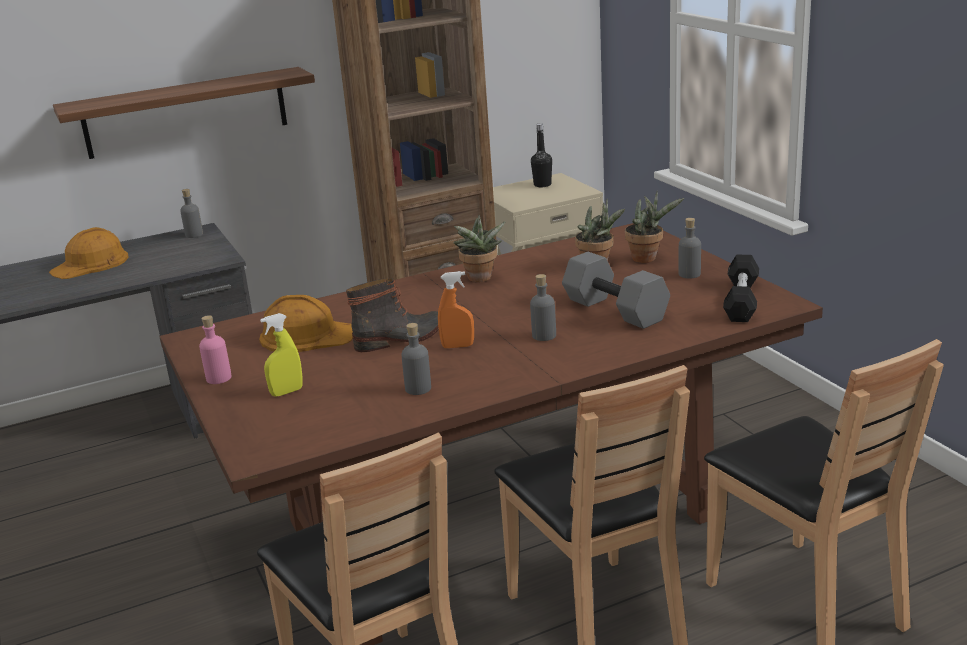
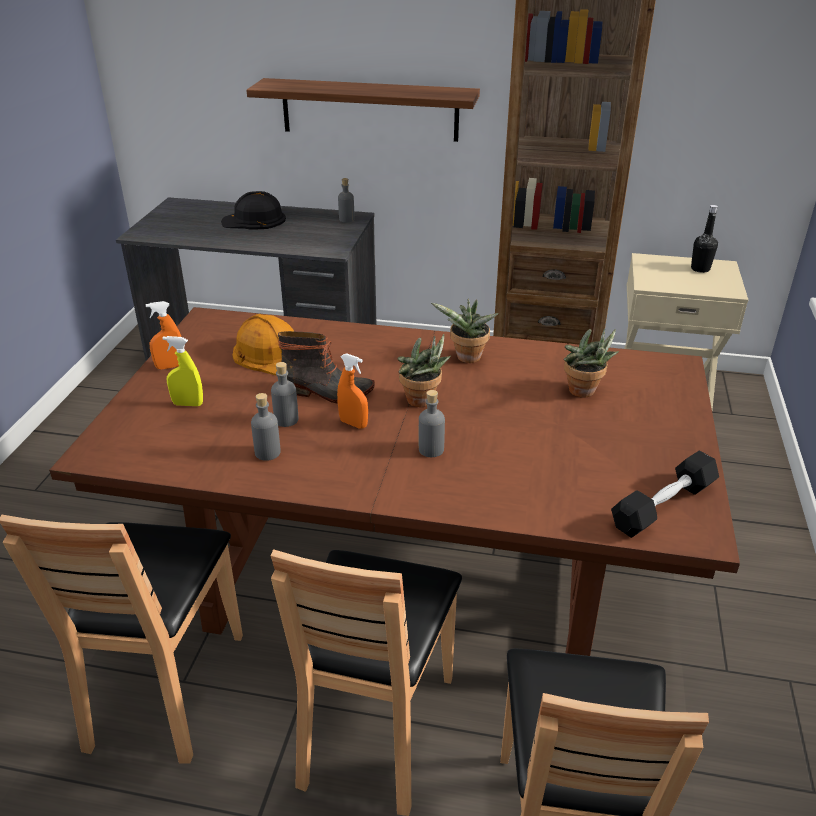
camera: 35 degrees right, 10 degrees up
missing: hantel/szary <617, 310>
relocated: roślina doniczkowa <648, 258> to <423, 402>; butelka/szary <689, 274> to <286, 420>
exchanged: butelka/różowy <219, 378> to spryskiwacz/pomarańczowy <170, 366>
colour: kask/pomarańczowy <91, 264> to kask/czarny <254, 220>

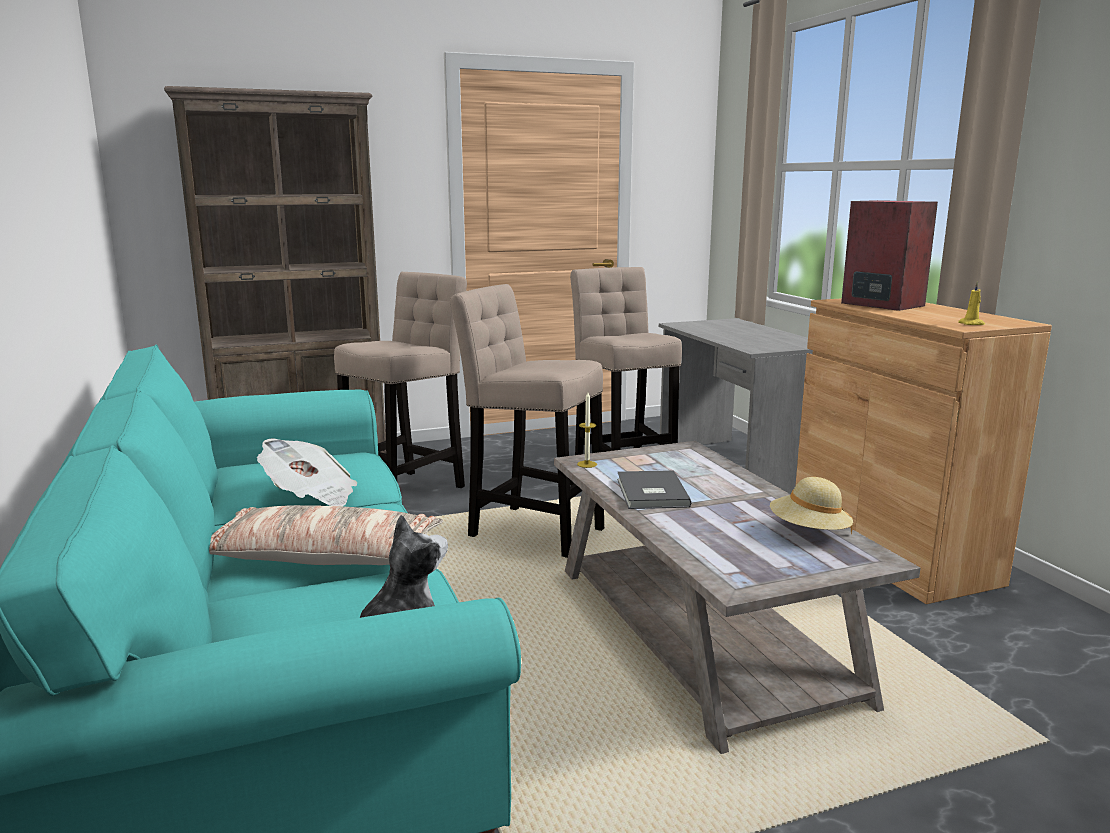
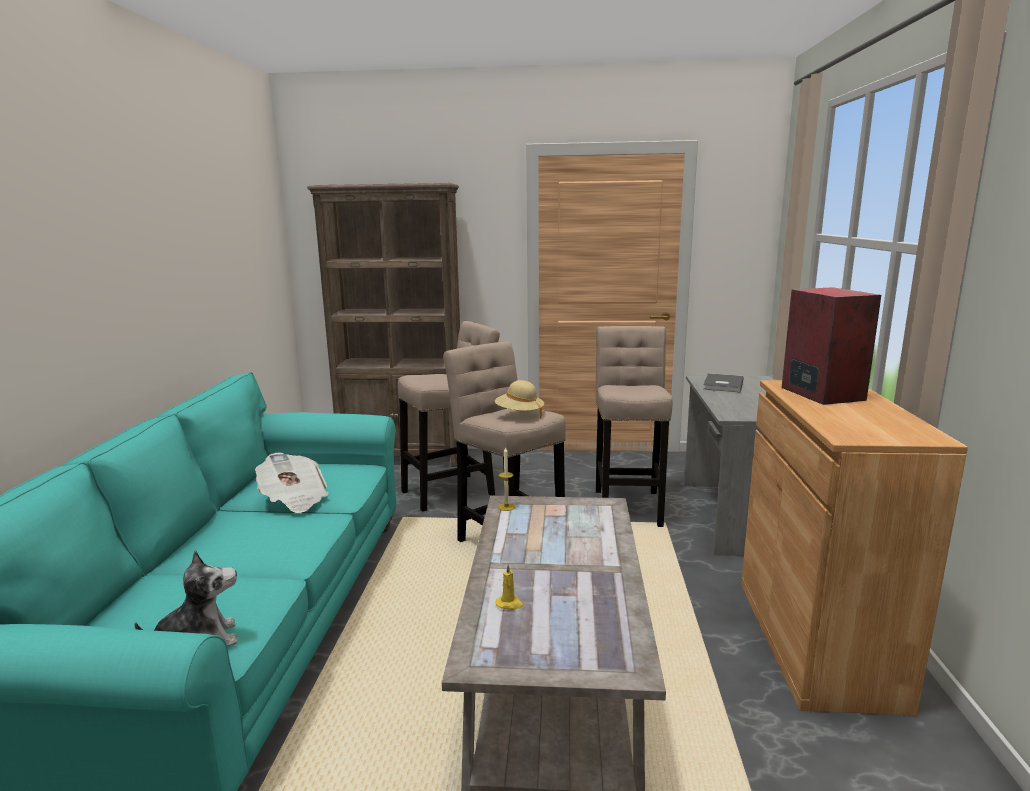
camera: 25 degrees right, 0 degrees up
missing: poduszka <324, 558>
relocated: książka/szary <650, 493> to <722, 385>; kapelusz/beżowy <809, 532> to <519, 414>; świeca/żółty <972, 324> to <510, 604>

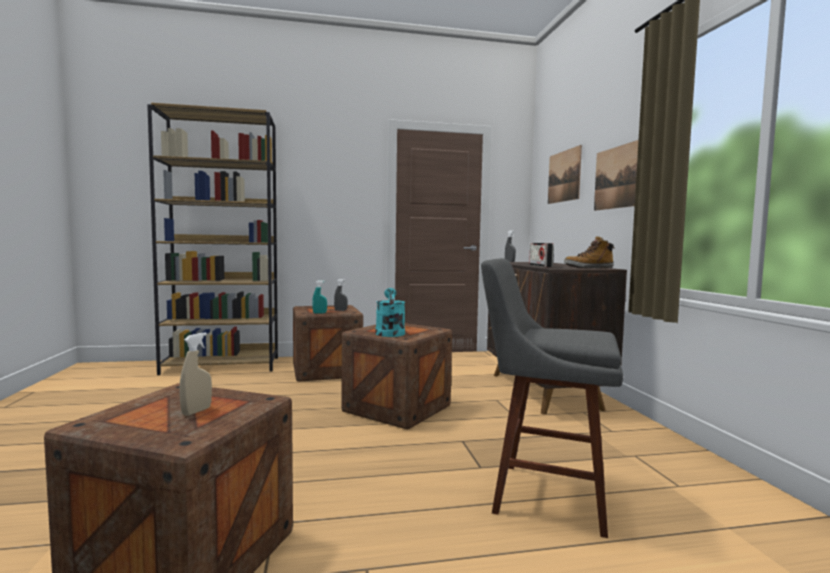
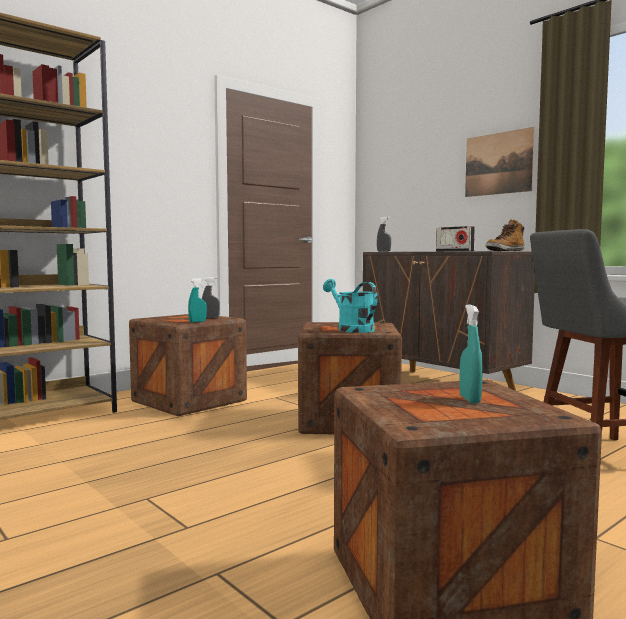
camera: 30 degrees left, 0 degrees up
missing: obraz <564, 176>
colour: spryskiwacz/beżowy <196, 411> to spryskiwacz/turkusowy <469, 399>

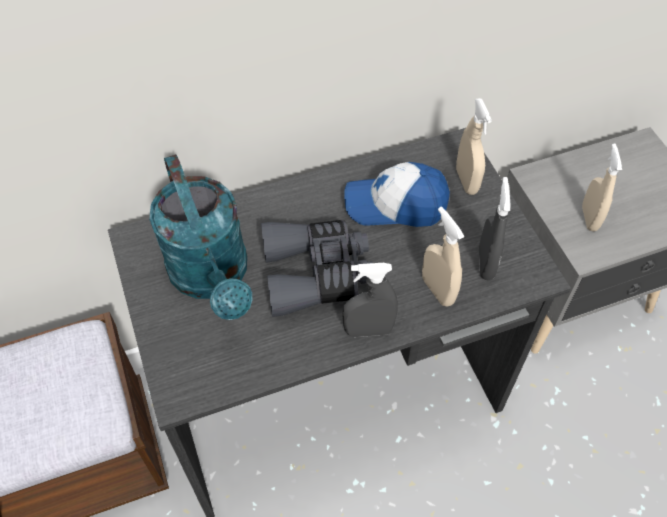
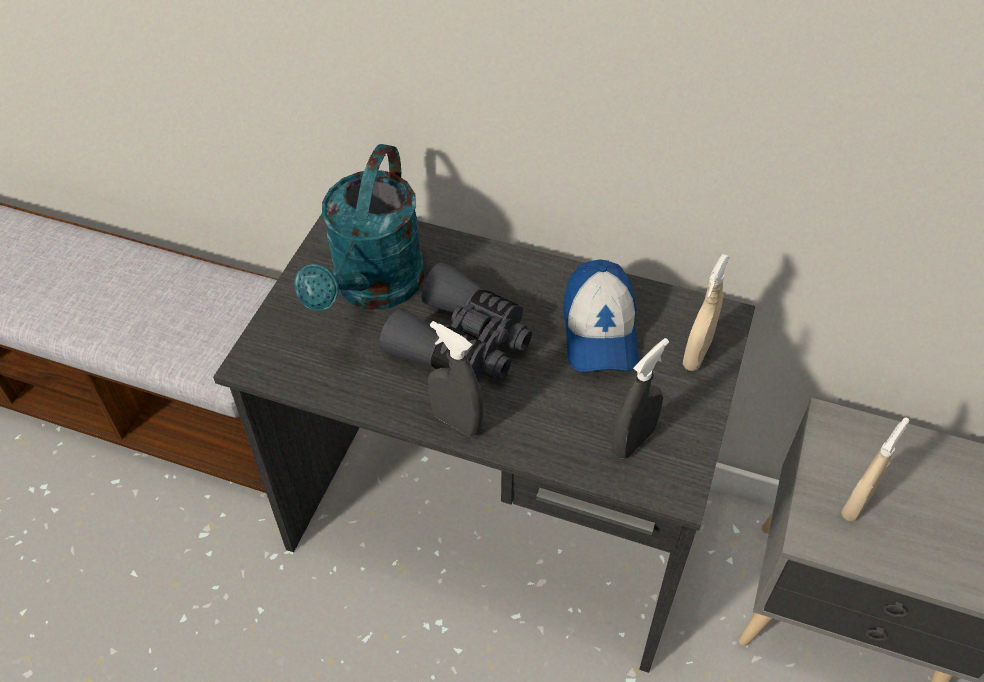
camera: 40 degrees right, 5 degrees down
missing: spryskiwacz/beżowy <437, 290>
spun: czapka z daszkiem <395, 204> = <599, 331> 135 degrees counterclockwise

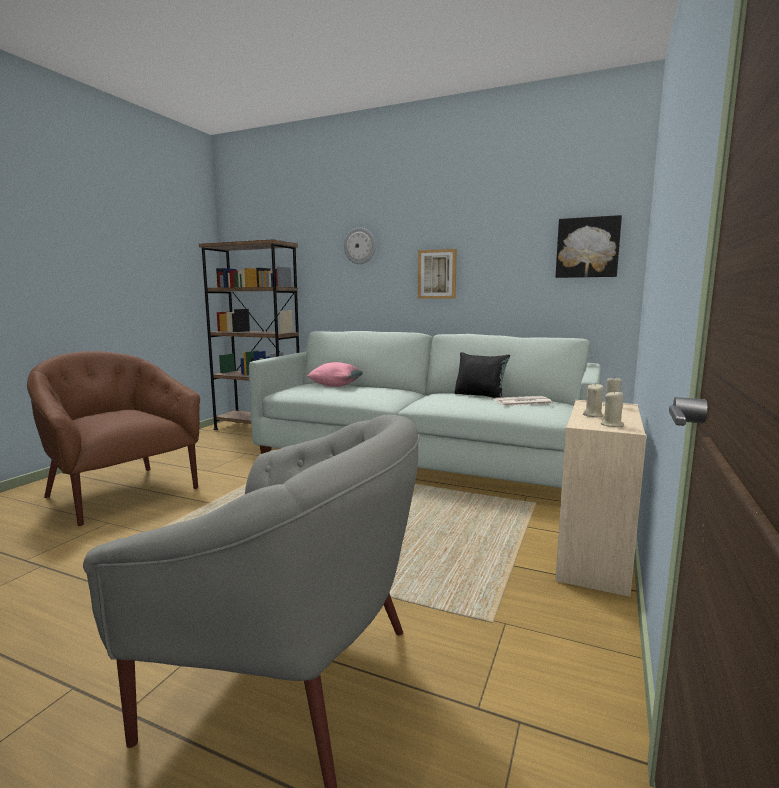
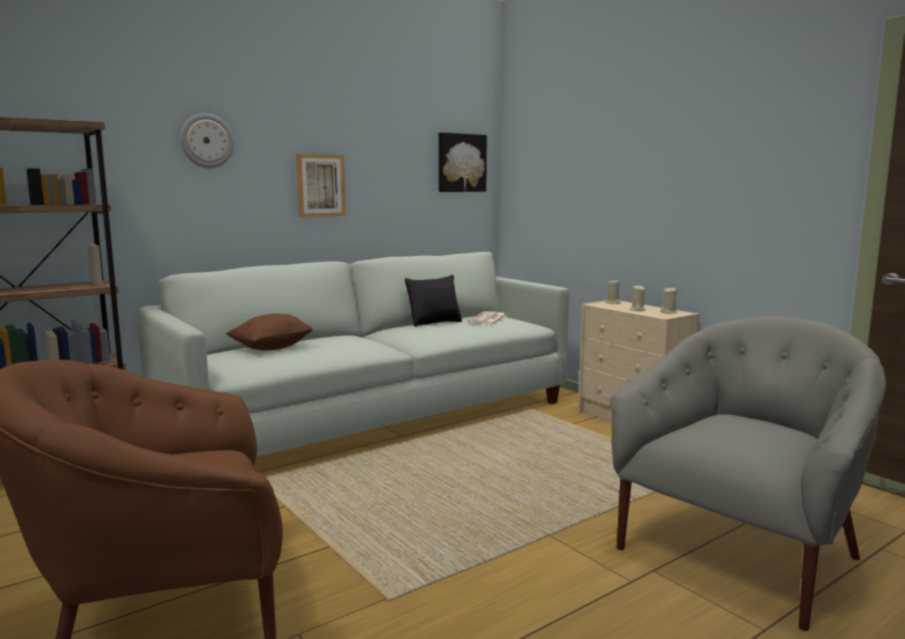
camera: 60 degrees left, 0 degrees up
colour: poduszka/różowy <336, 386> to poduszka/brązowy <271, 348>

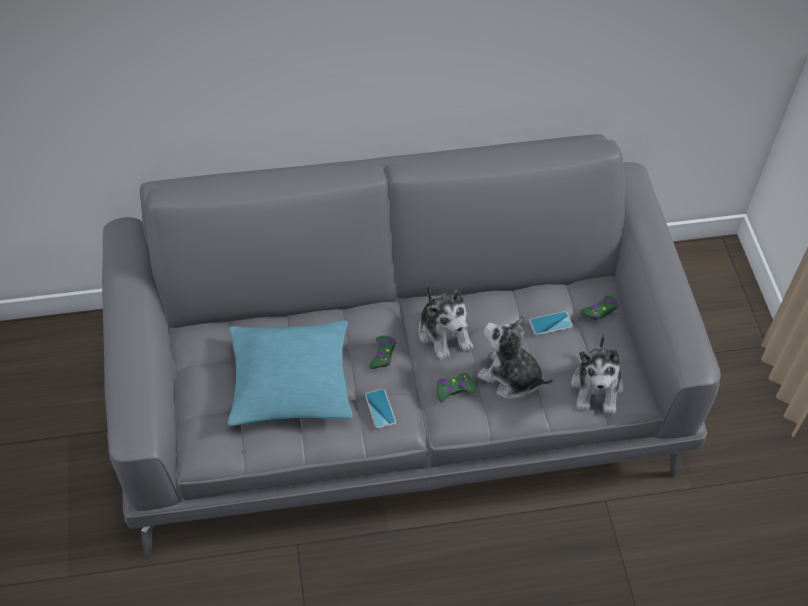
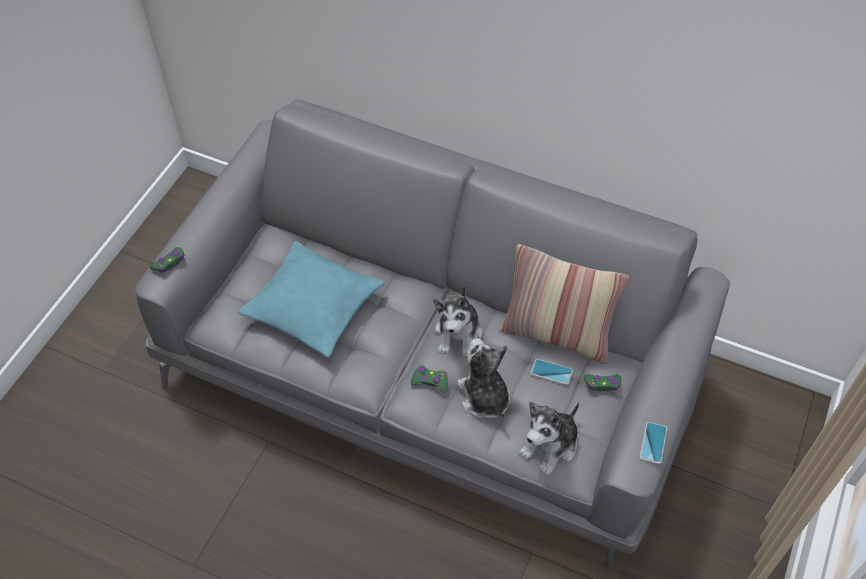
camera: 35 degrees right, 0 degrees up
appeared: poduszka <557, 334>
relocated: telefon <380, 409> to <653, 443>; pad do gier/zielony <383, 355> to <169, 263>

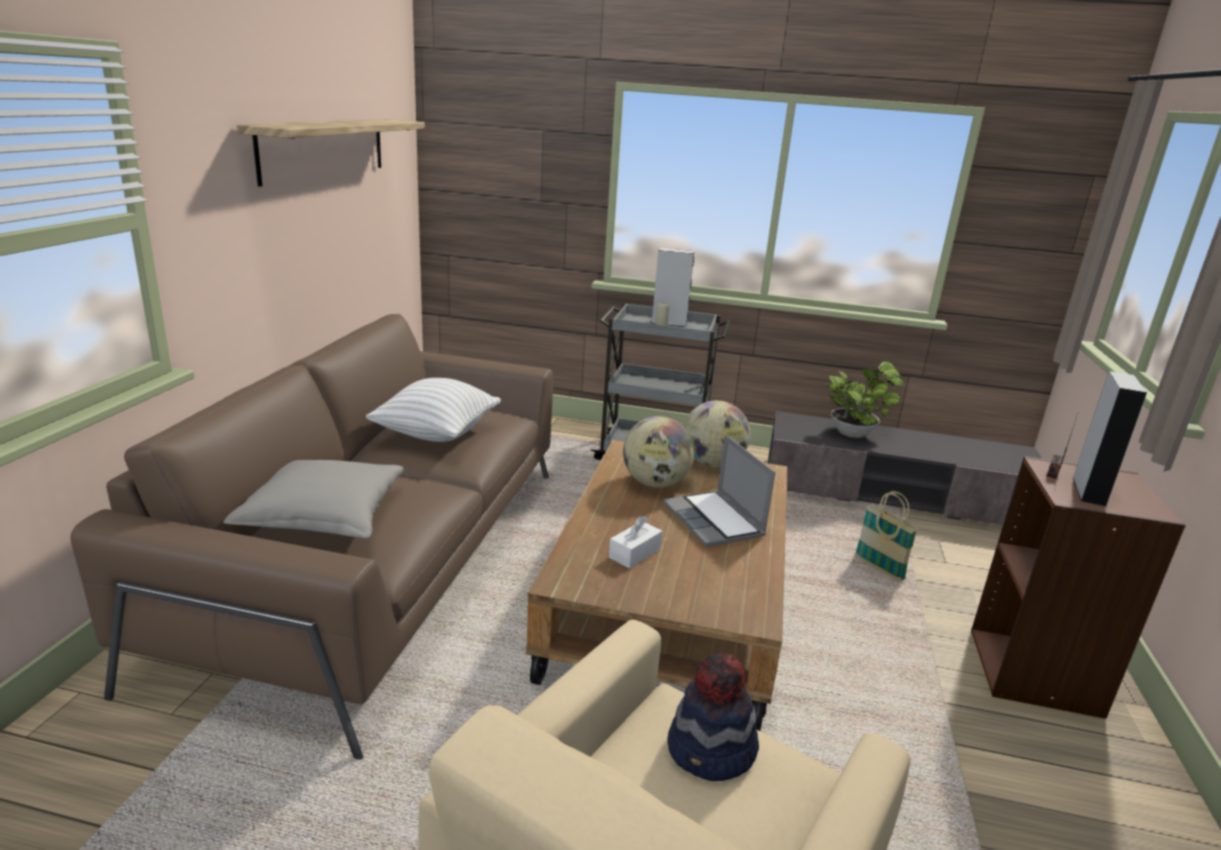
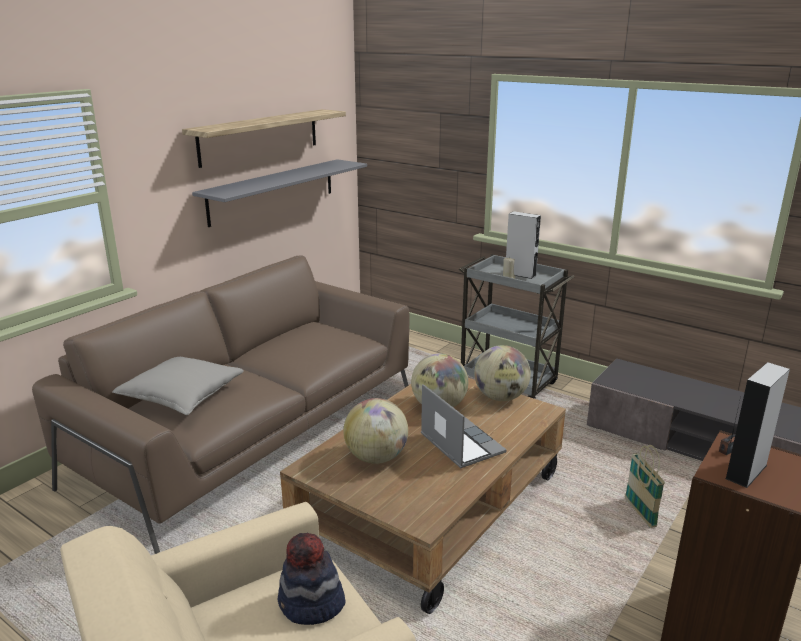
camera: 25 degrees right, 0 degrees up
missing: poduszka/biały <436, 434>; roślina doniczkowa <854, 433>
appeared: półka/szary <273, 191>
exchanged: pudełko chusteczek/biały <634, 553> to globus <376, 457>
spun: laptop <715, 521> = <460, 444> 150 degrees clockwise

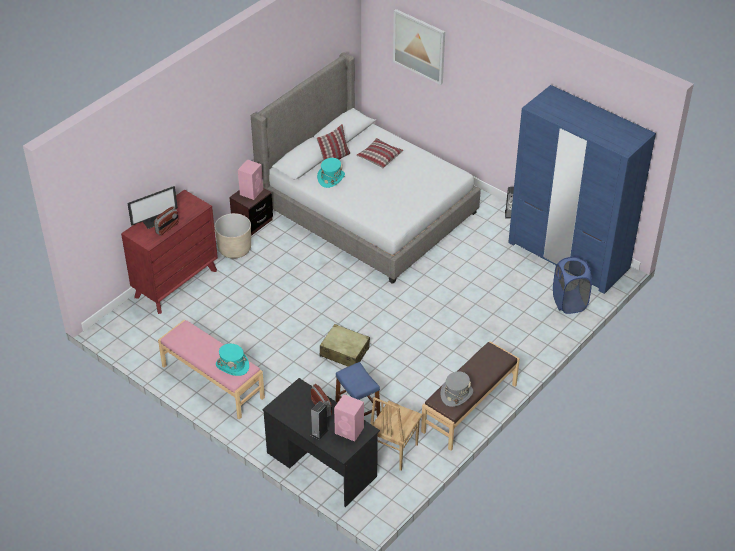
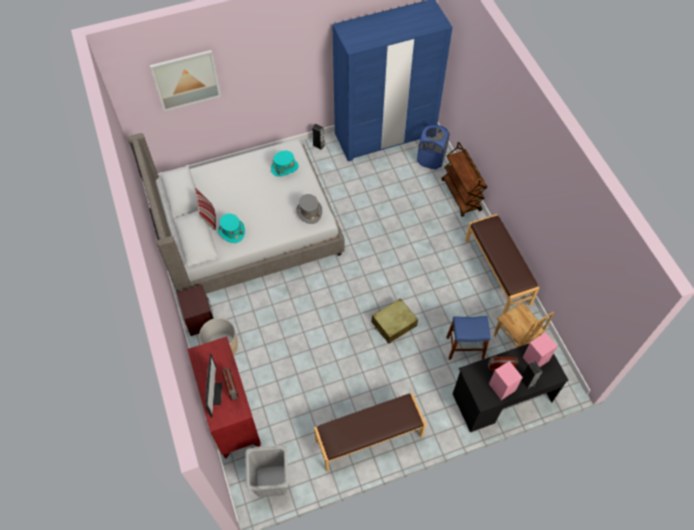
camera: 60 degrees left, 15 degrees up
missing: poduszka <379, 157>
appeared: kosz na pranie/szary <271, 480>; wózek/brązowy <461, 195>
relocated: kapelusz/turkusowy <232, 365> to <284, 168>; głośnik/różowy <251, 191> to <501, 387>; kapelusz/szary <456, 394> to <309, 212>
colour: ławka/różowy <212, 382> to ławka/brązowy <369, 438>

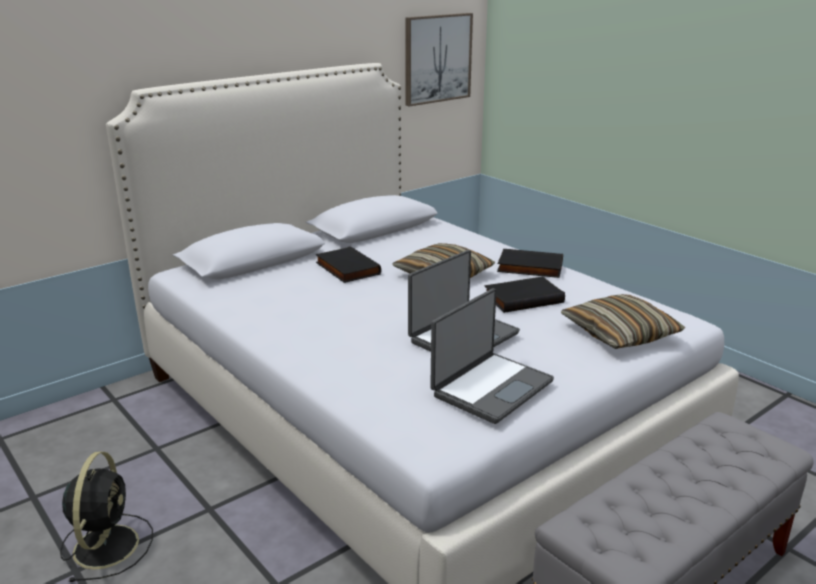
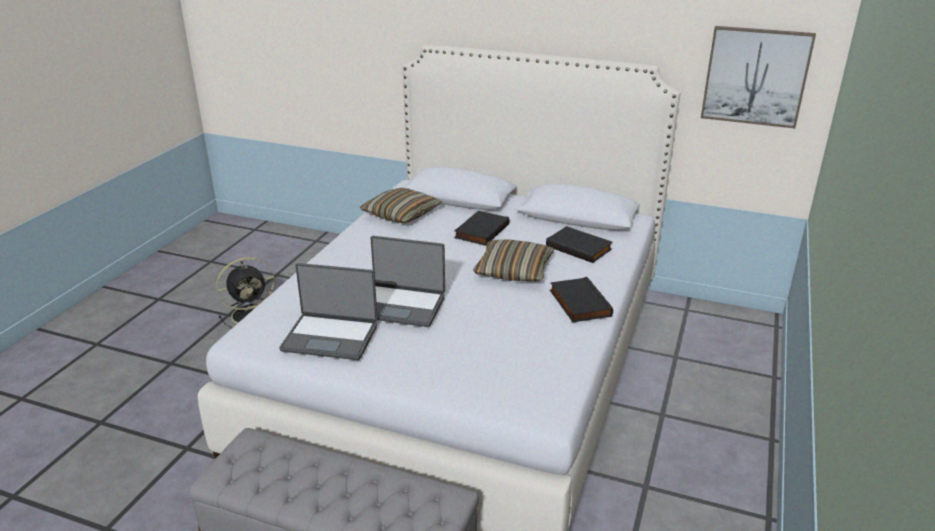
camera: 60 degrees right, 5 degrees up
relocated: książka/czarny <523, 298> to <580, 247>; poduszka <620, 333> to <401, 214>

